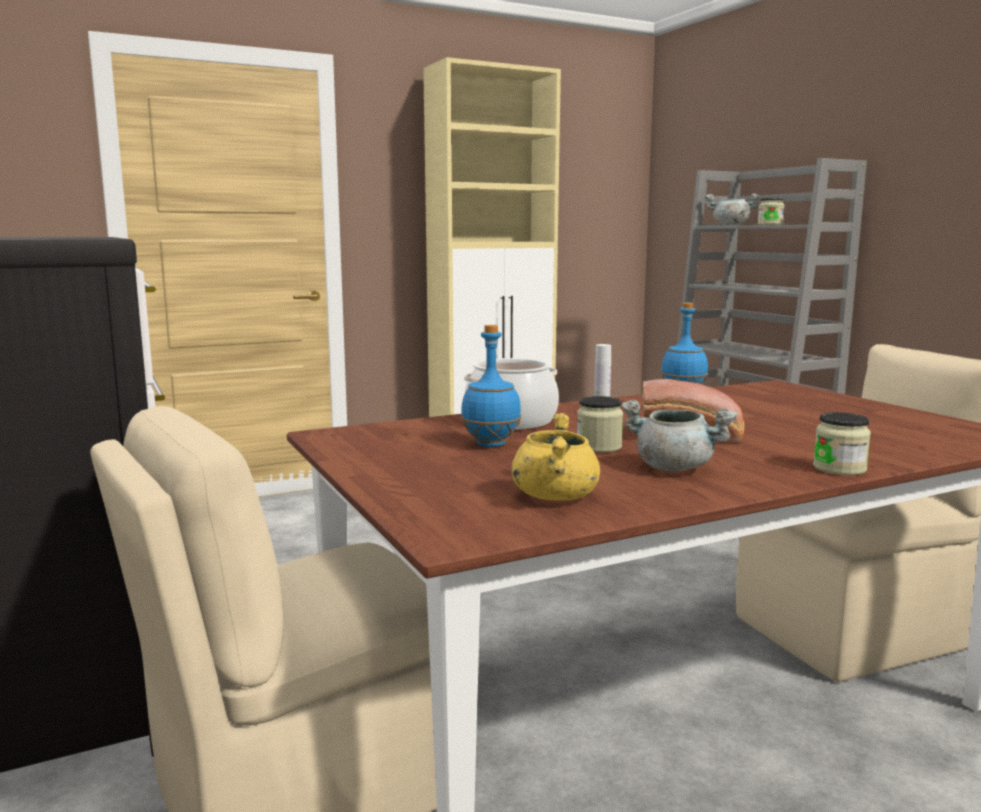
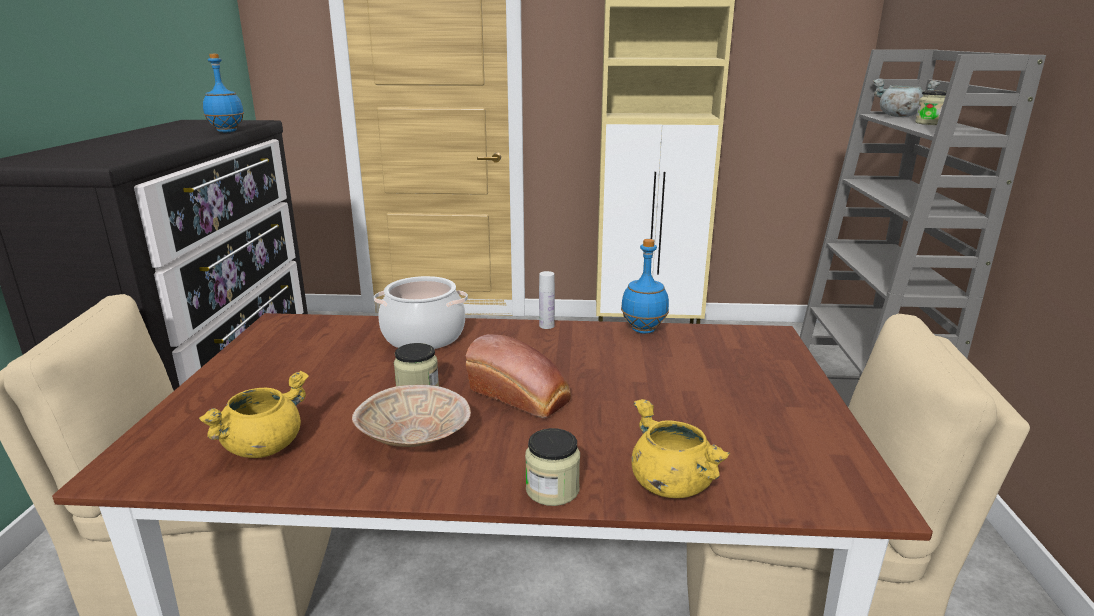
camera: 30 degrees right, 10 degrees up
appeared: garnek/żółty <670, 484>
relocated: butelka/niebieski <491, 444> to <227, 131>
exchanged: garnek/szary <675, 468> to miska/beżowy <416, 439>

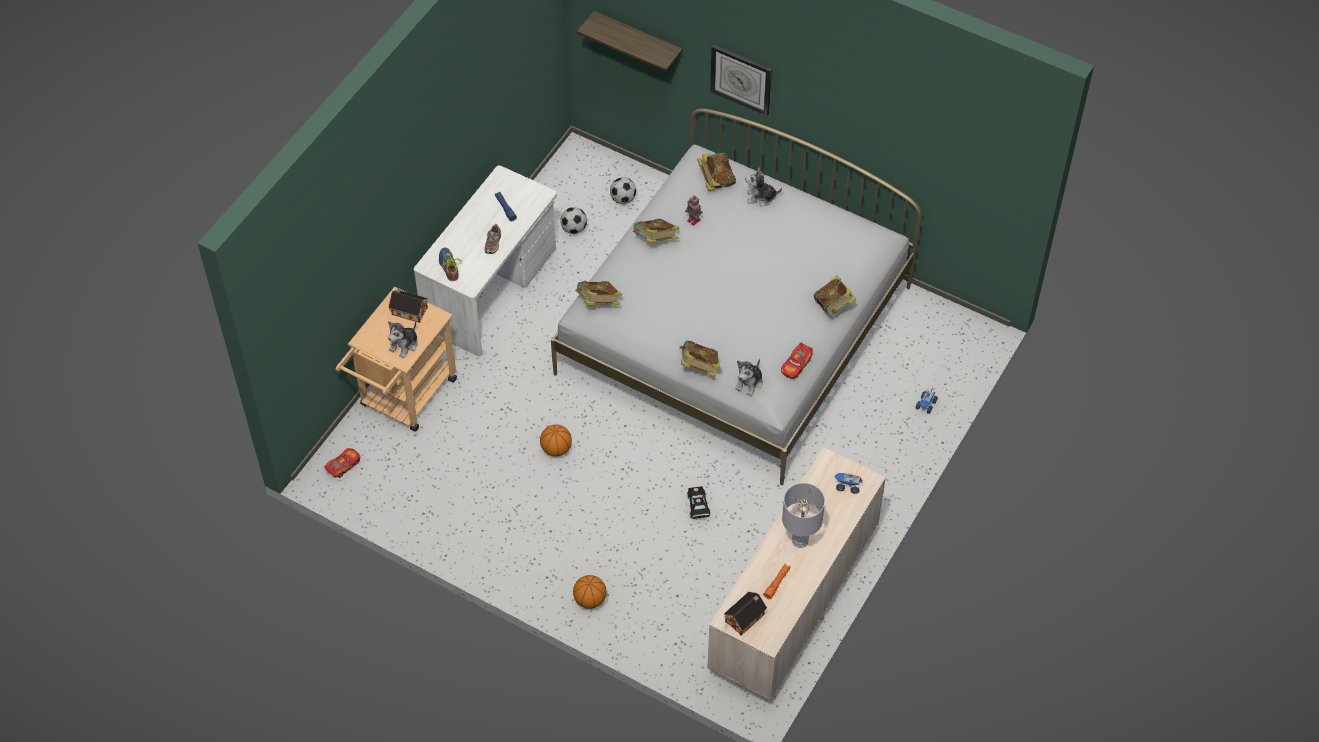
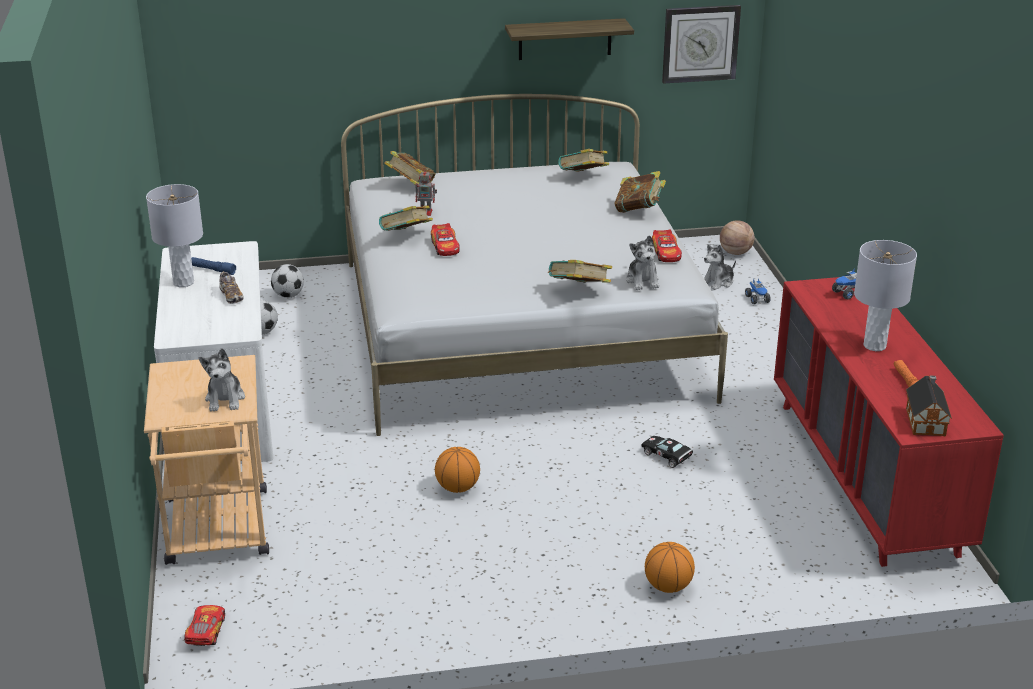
camera: 40 degrees left, 25 degrees down
missing: domek <408, 310>; but <449, 266>
appeared: lampa stołowa/szary <183, 282>; samochodzik <445, 247>; piłka do koszykówki <735, 253>
relocated: książka <598, 302> to <583, 178>; półka <638, 40> to <565, 39>; zegar ścienny <741, 79> to <700, 43>; pluszak <761, 197> to <718, 282>
colour: komoda/beżowy <793, 604> to komoda/czerwony <865, 477>

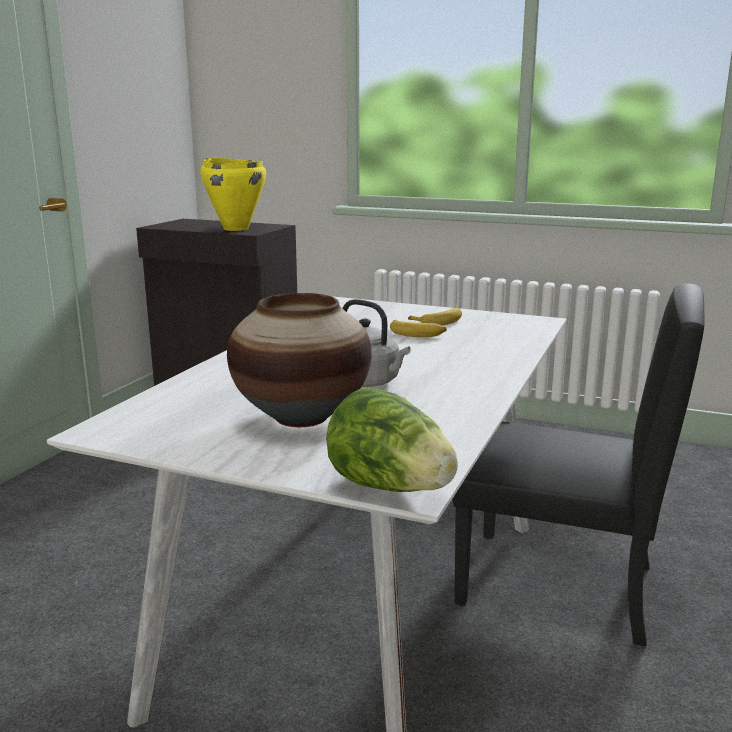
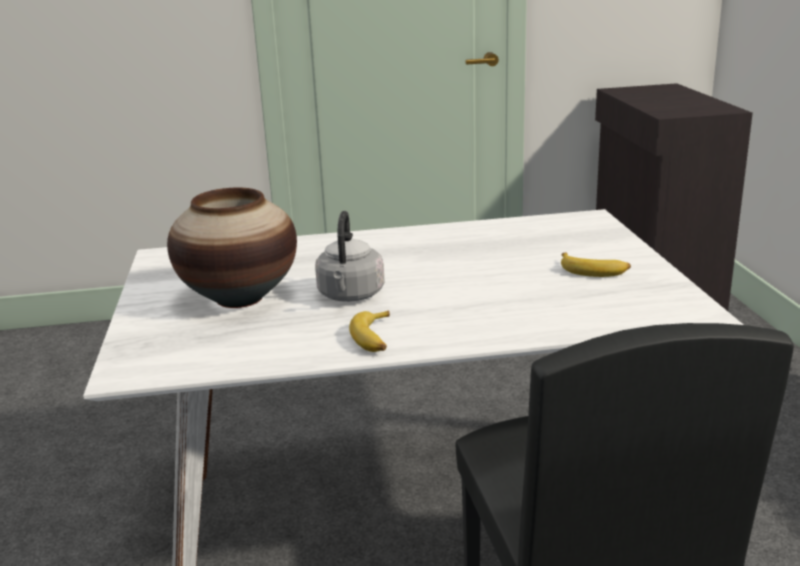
camera: 60 degrees right, 5 degrees up
missing: garnek/żółty <236, 229>; sałata <391, 488>
relocated: banan <417, 333> to <375, 338>

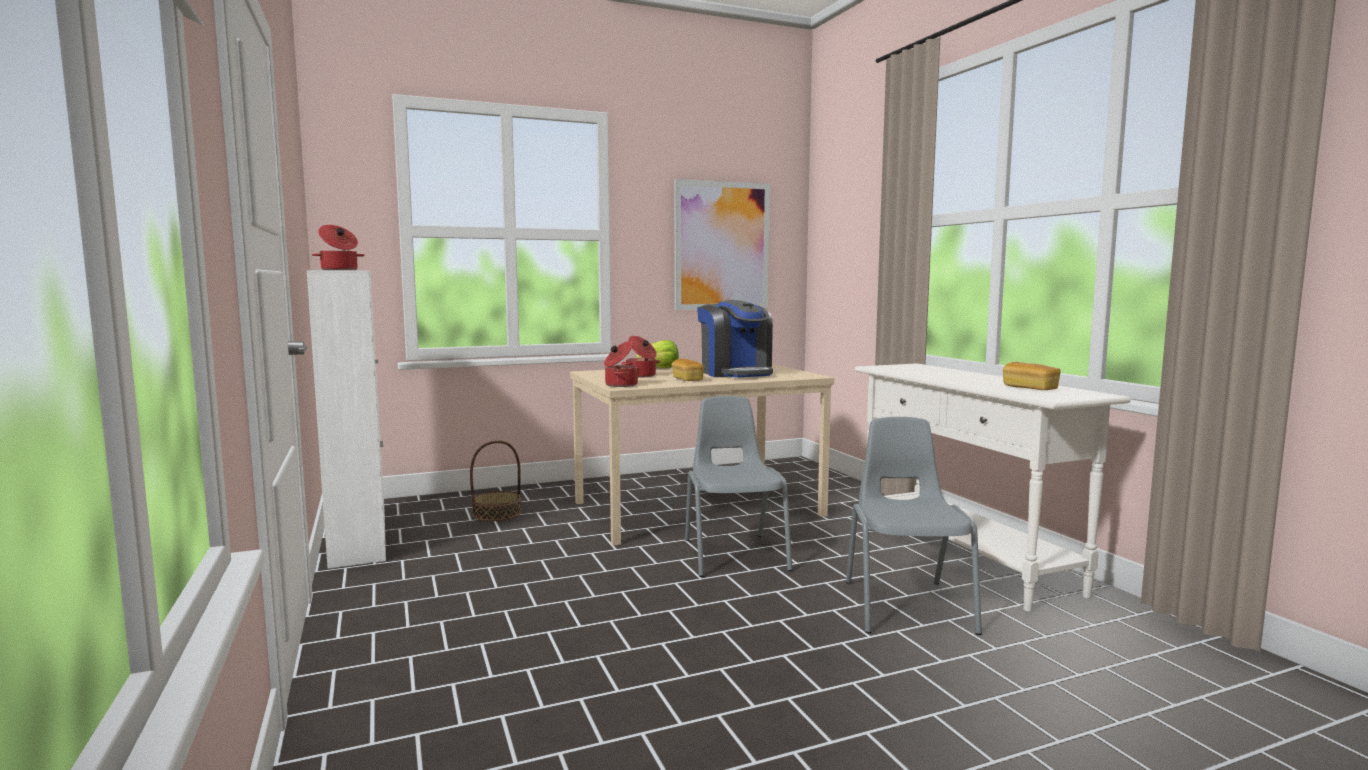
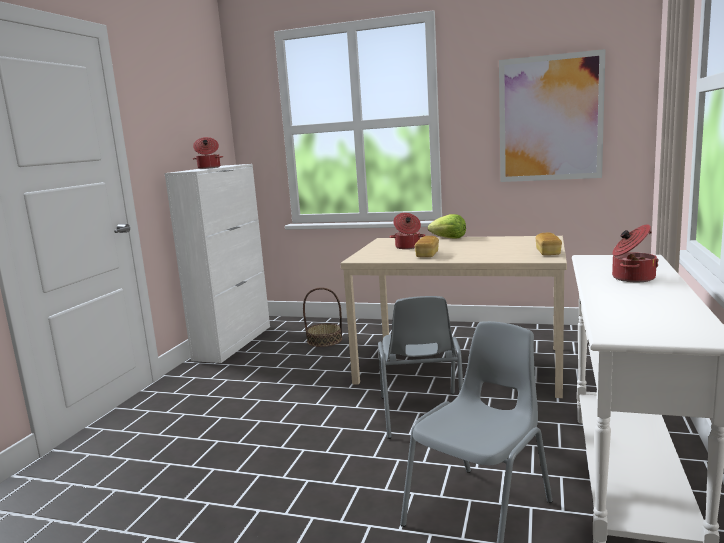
camera: 40 degrees right, 5 degrees up
missing: ekspres do kawy <736, 373>
relocated: garnek <620, 385> to <632, 278>; chleb <1030, 388> to <548, 253>
spun: krzesło/szary <734, 554> = <421, 415> 150 degrees clockwise

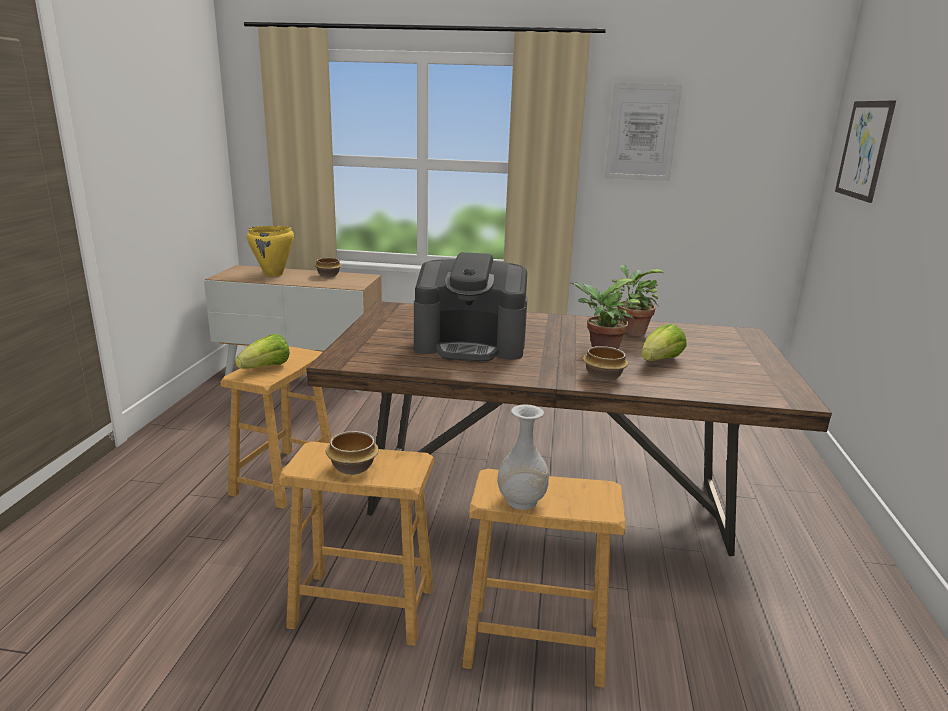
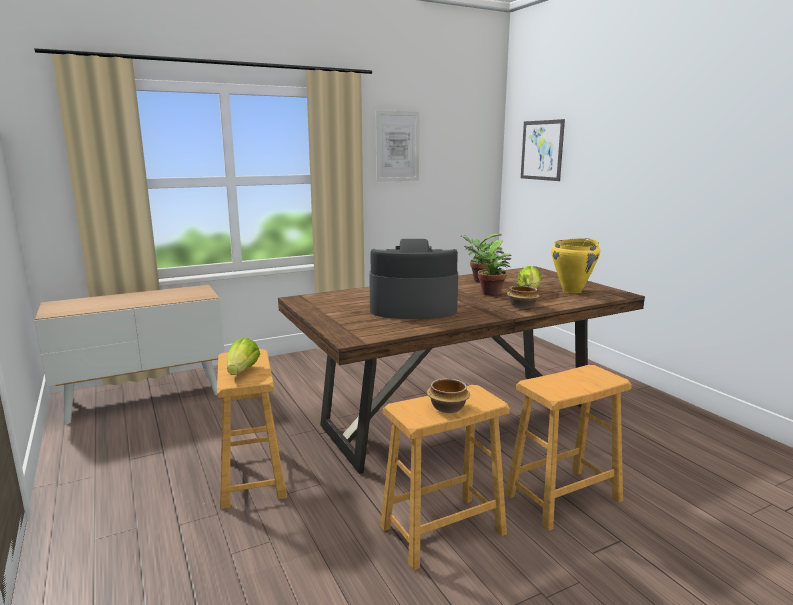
camera: 35 degrees left, 5 degrees down
missing: miska <328, 275>; wazon/biały <521, 501>
relocated: garnek/żółty <273, 274> to <572, 291>
spun: ekspres do kawy <471, 345> = <412, 308> 150 degrees counterclockwise

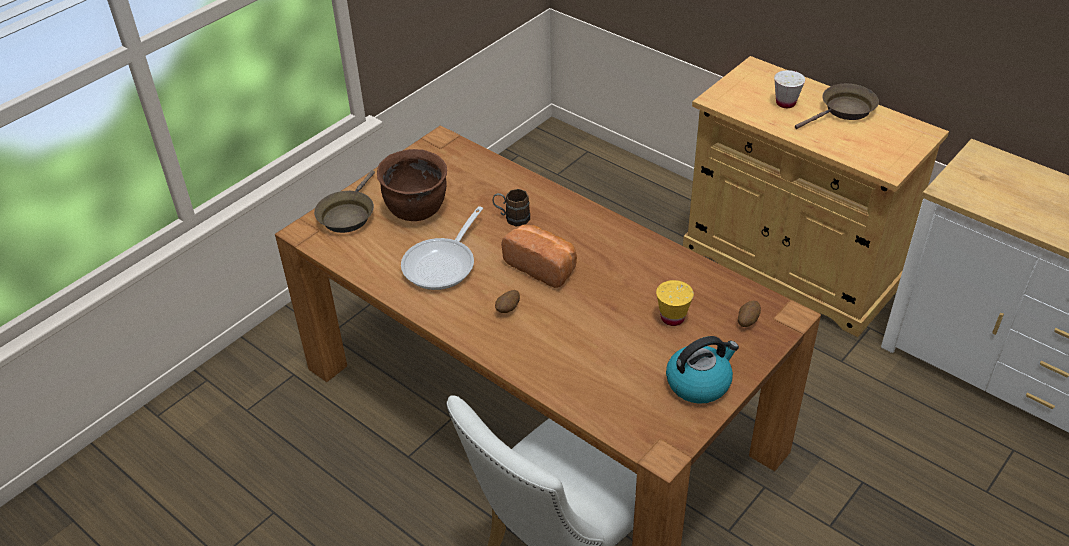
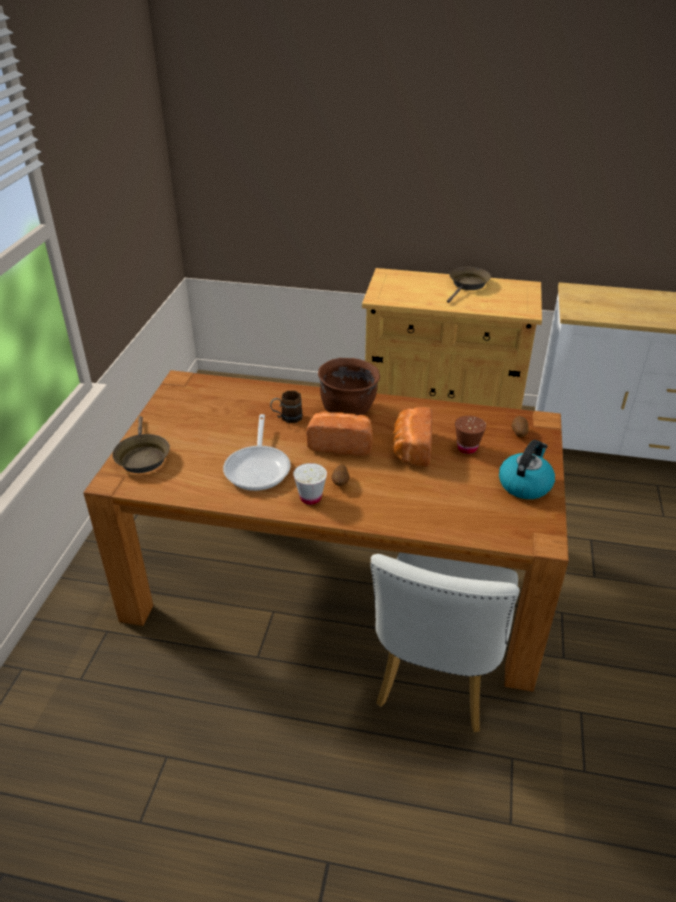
camera: 30 degrees left, 5 degrees down
appeared: chleb <411, 448>
relocated: garnek/brązowy <417, 210> to <348, 410>; filiżanka/biały <785, 103> to <310, 498>
colour: filiżanka/żółty <672, 318> to filiżanka/brązowy <467, 448>

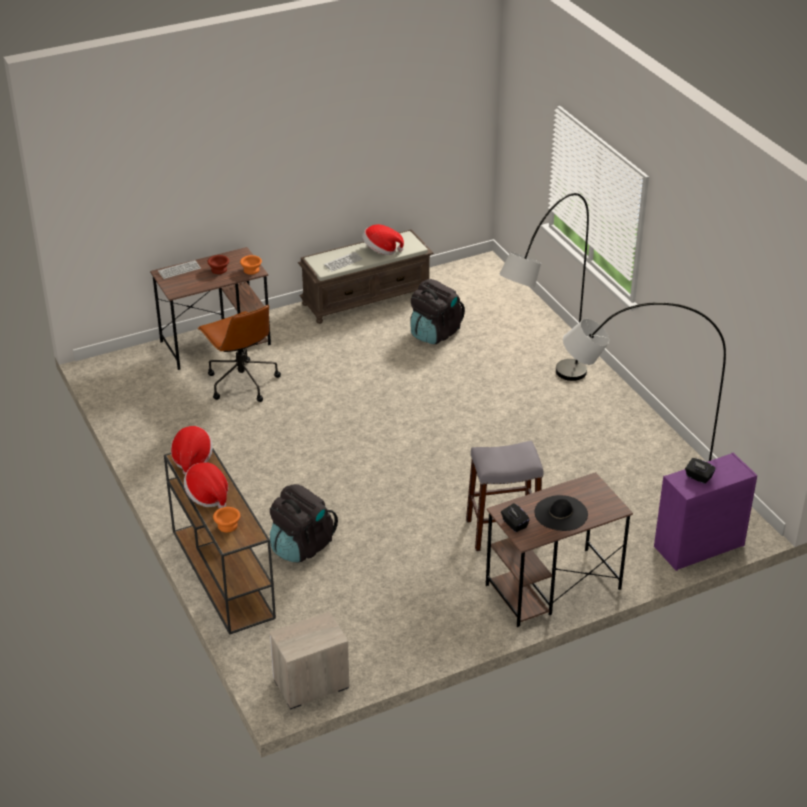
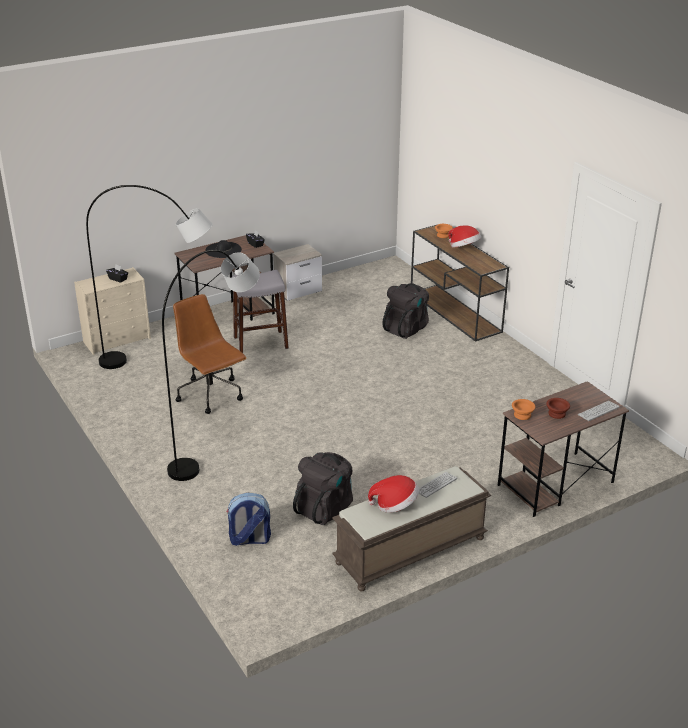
camera: 175 degrees right, 5 degrees down
missing: kapelusz <192, 459>
appeared: plecak <249, 540>
relocated: krzesło biurowe/brązowy <241, 382> to <211, 395>; szafka nocna <309, 683> to <299, 290>
colour: komoda/fioletowy <698, 546> to komoda/beżowy <117, 340>

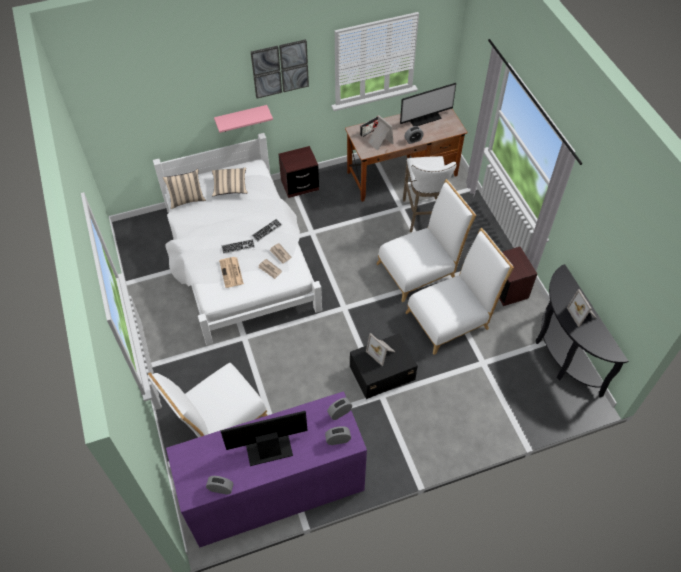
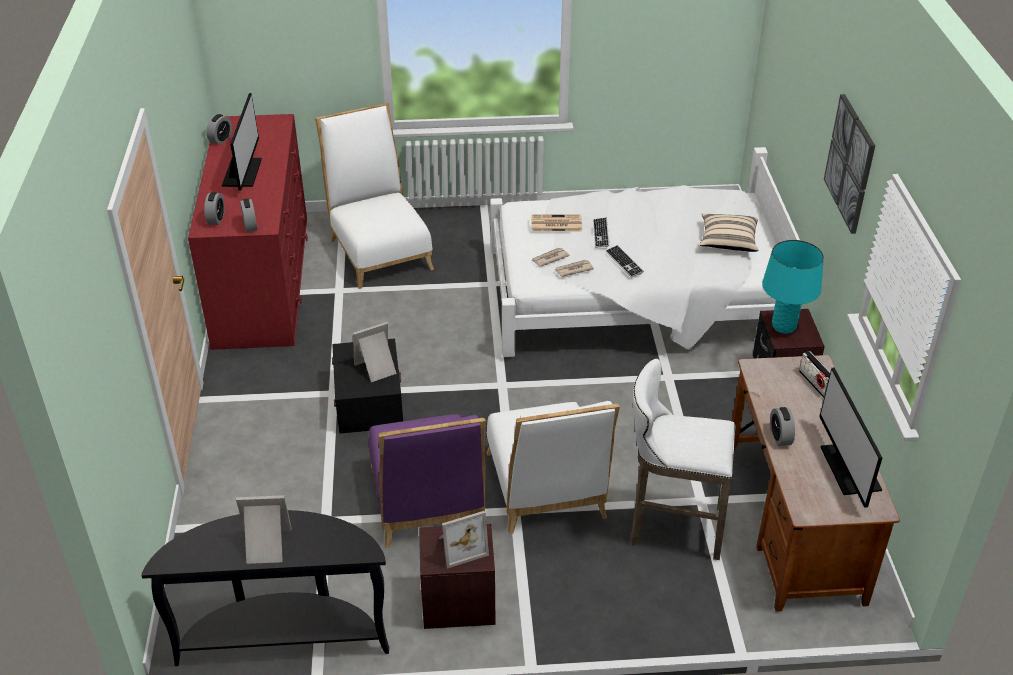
camera: 105 degrees right, 15 degrees down
missing: poduszka/beżowy <187, 200>; półka/różowy <241, 118>
appeared: lampa stołowa/turkusowy <784, 326>
relocated: ramka na zdjęcie <379, 142> to <460, 546>
colour: komoda/fioletowy <274, 489> to komoda/czerwony <262, 280>; krzesło/biały <451, 318> to krzesło/fioletowy <428, 505>

